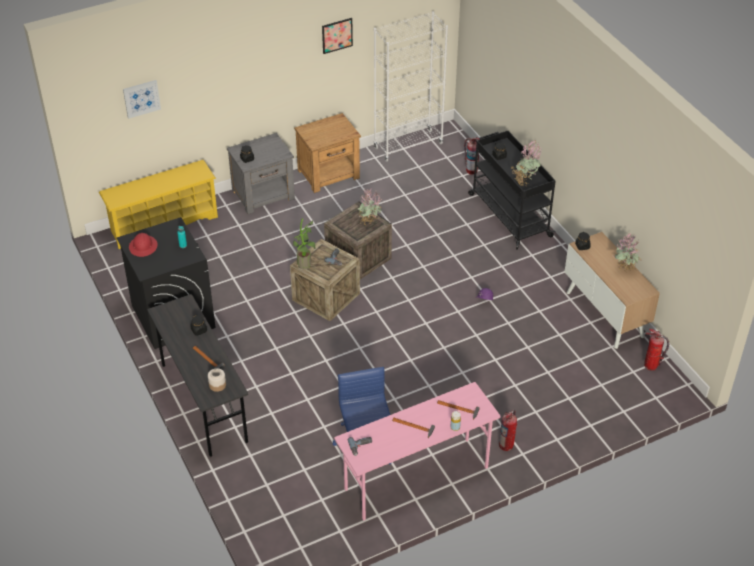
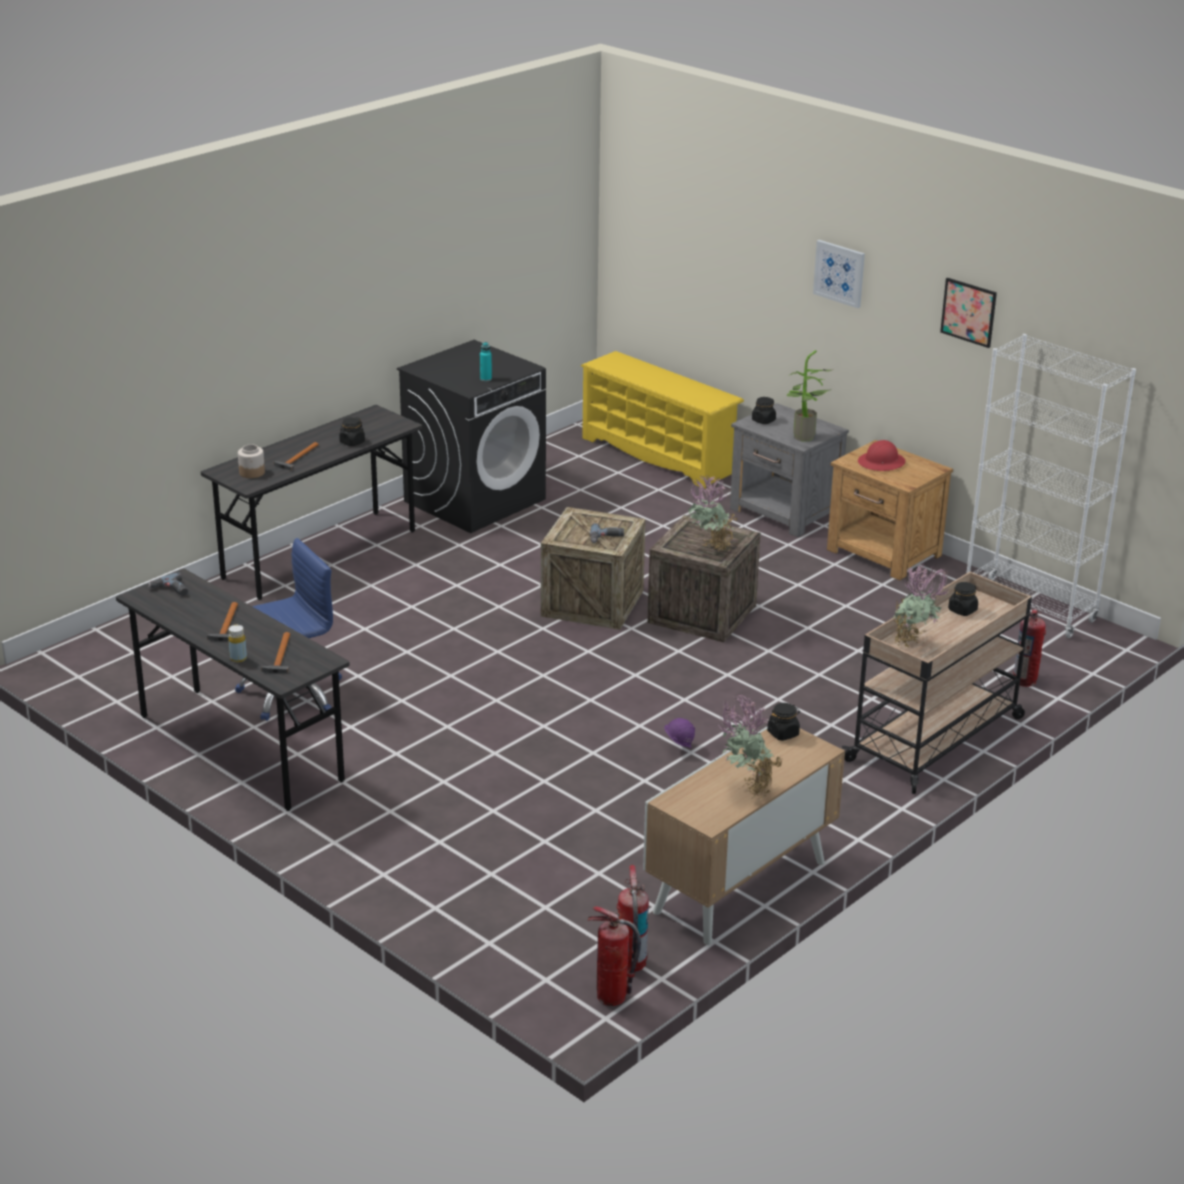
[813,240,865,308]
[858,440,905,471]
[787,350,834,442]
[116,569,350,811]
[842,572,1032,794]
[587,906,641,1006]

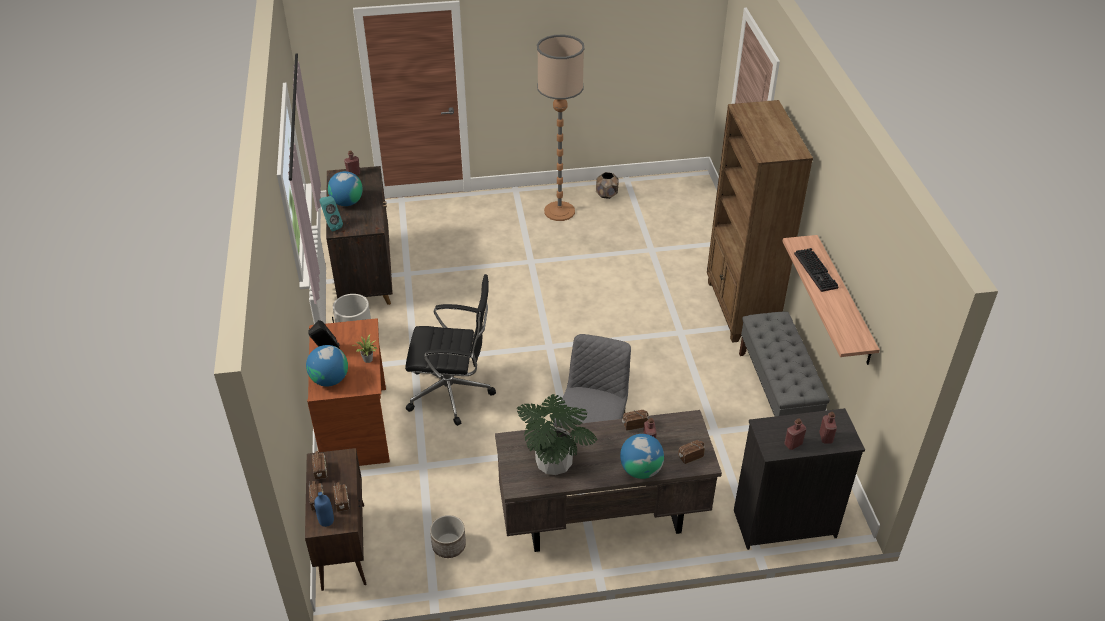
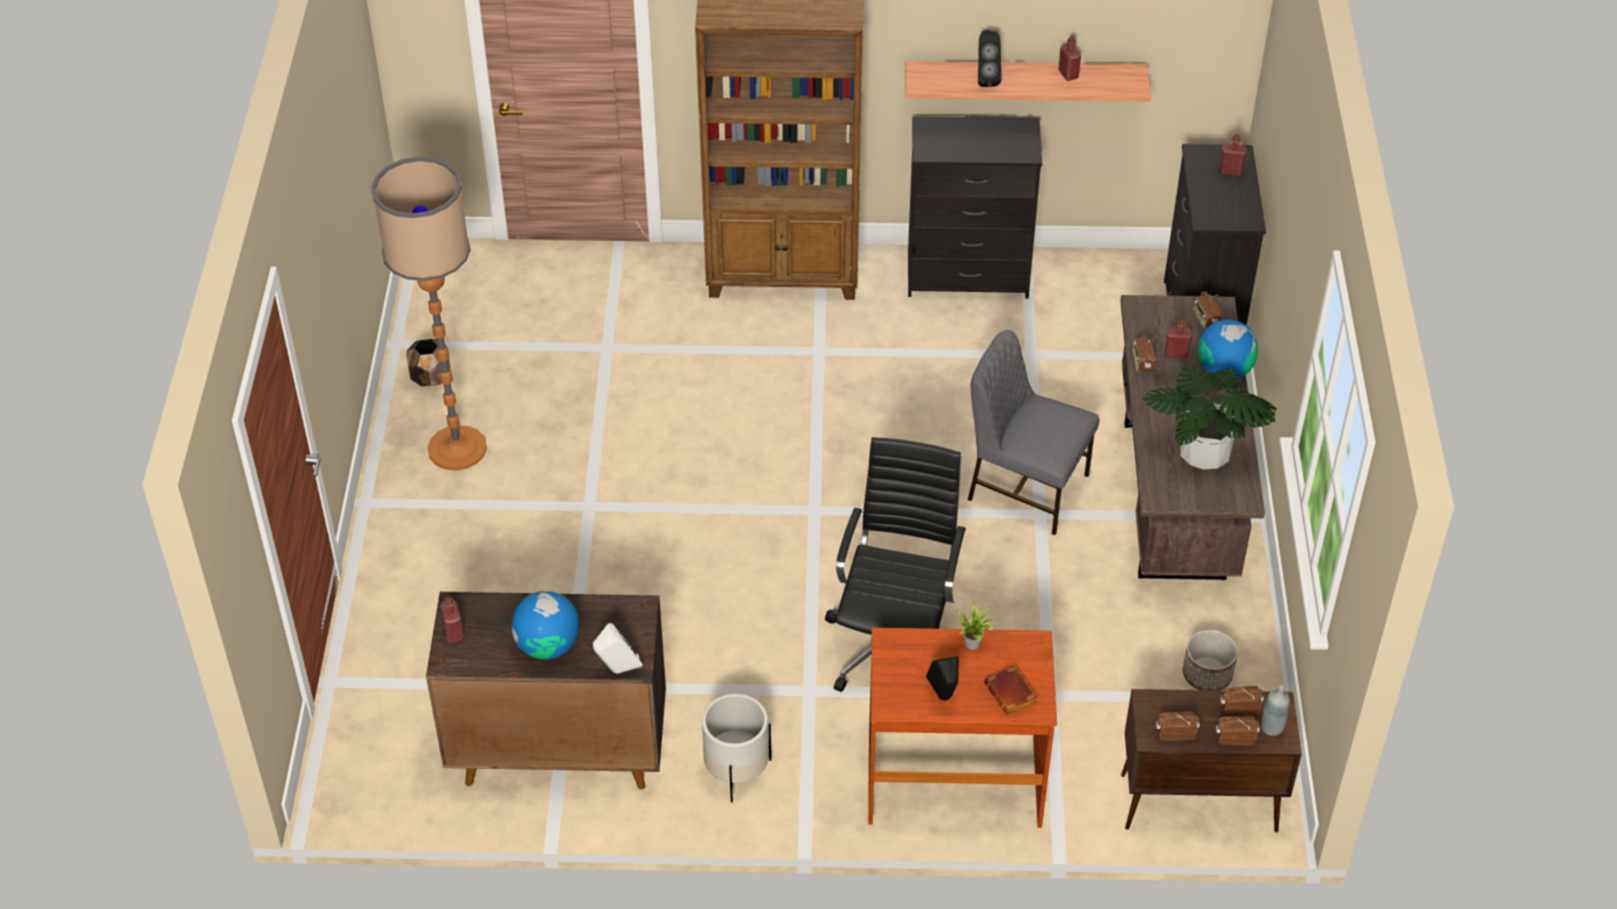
[984,666,1037,715]
[1261,685,1290,736]
[593,623,643,674]
[908,116,1042,299]
[1058,36,1081,81]
[978,30,1001,87]

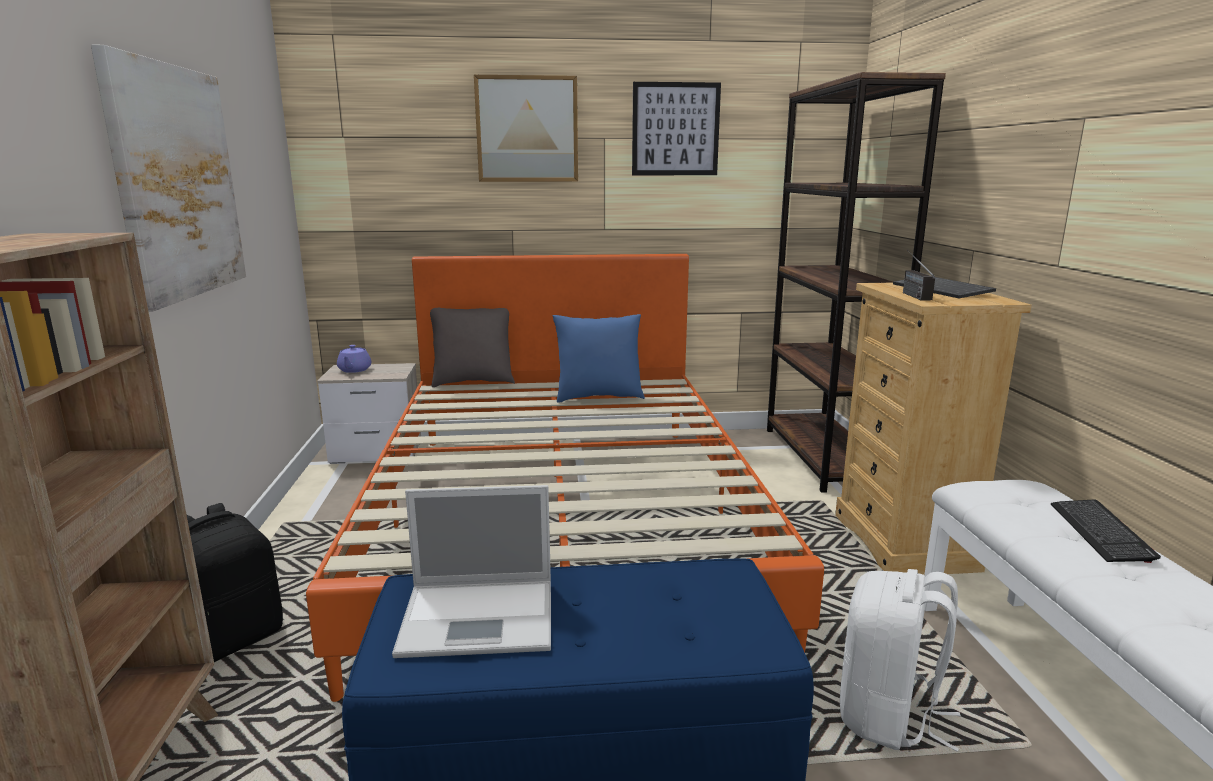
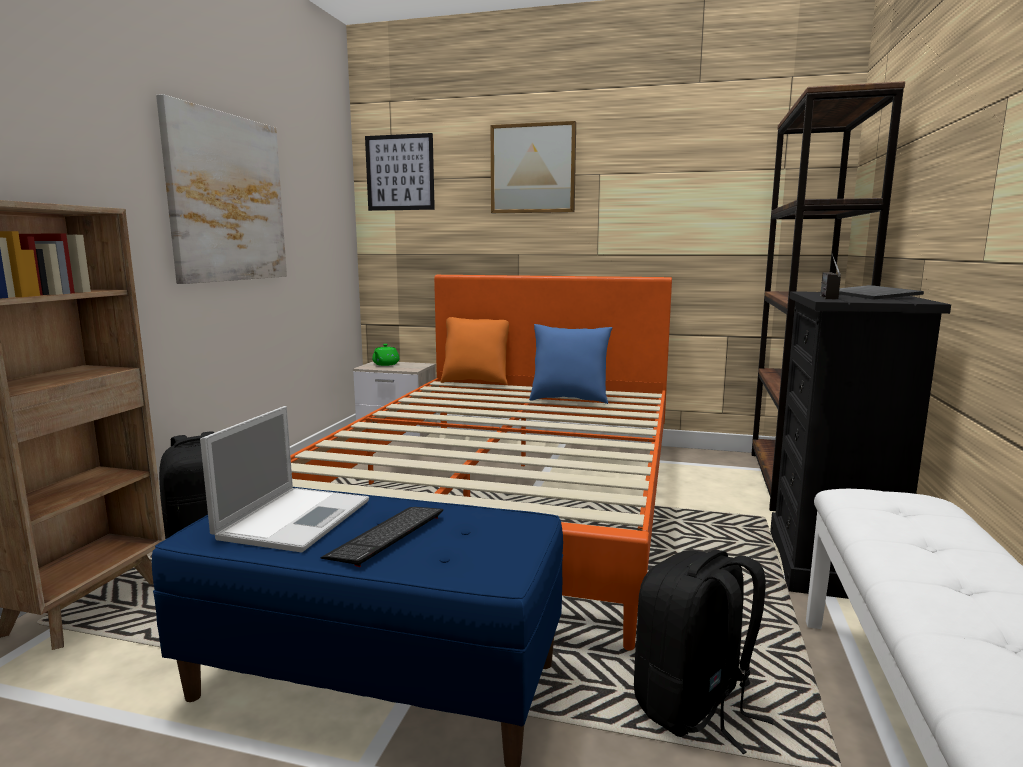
[372,344,399,366]
[200,406,369,553]
[440,317,509,385]
[365,133,435,211]
[770,291,951,599]
[634,550,773,754]
[320,507,443,567]

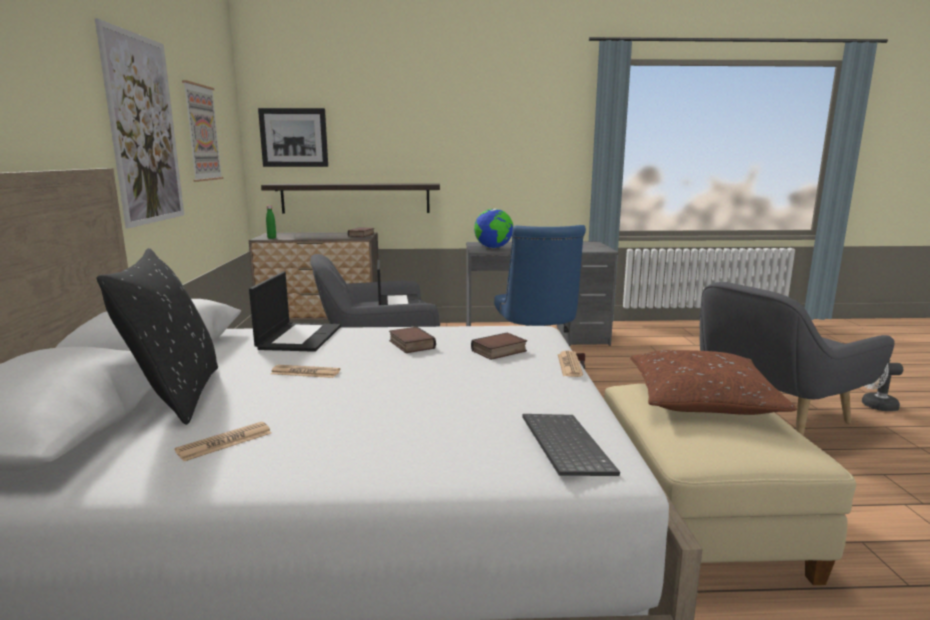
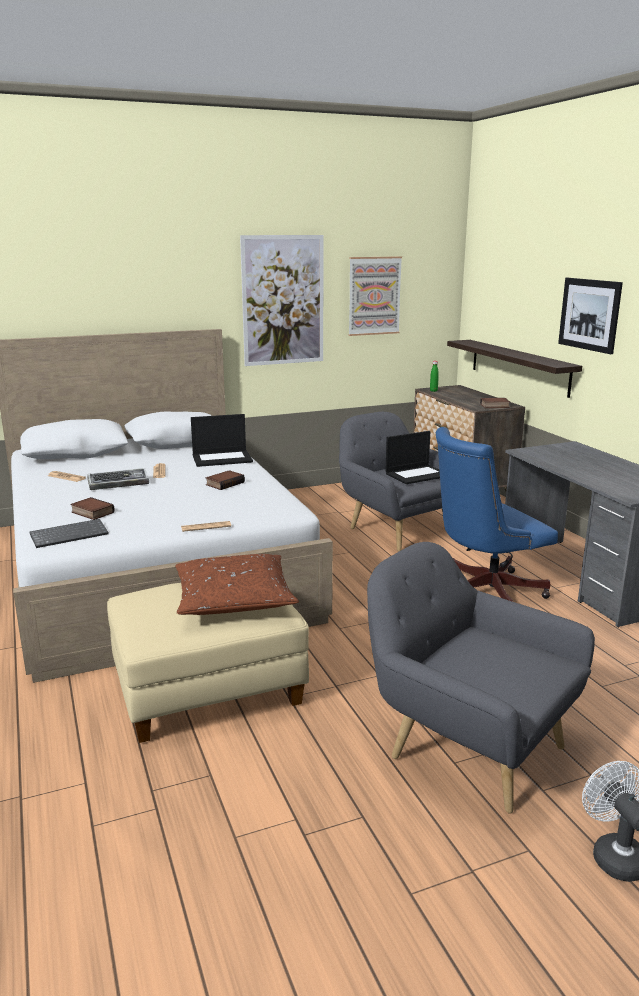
[96,248,218,425] (first image)
[558,278,623,354]
[70,497,115,520]
[474,209,513,248] (first image)
[87,468,149,490]

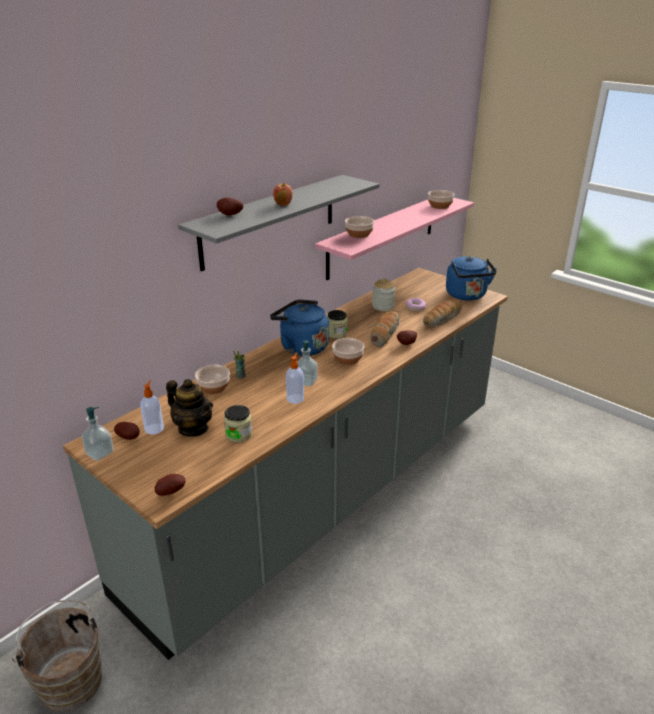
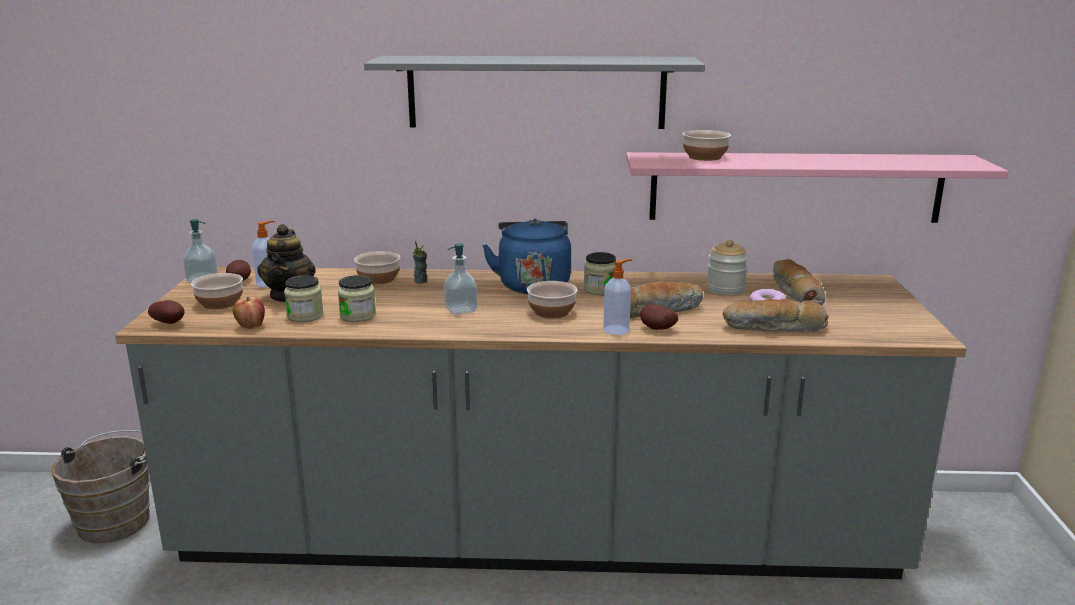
[217,197,243,215] (first image)
[233,297,265,329]
[603,259,632,335]
[191,273,243,310]
[446,256,497,301] (first image)
[338,275,376,322]
[773,259,825,306]

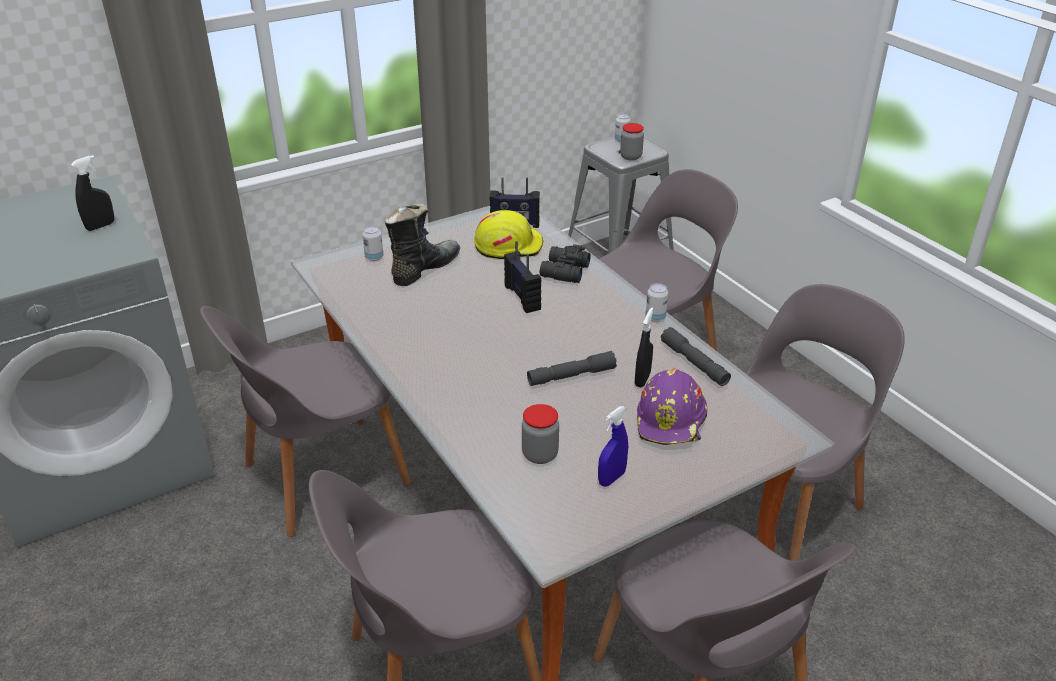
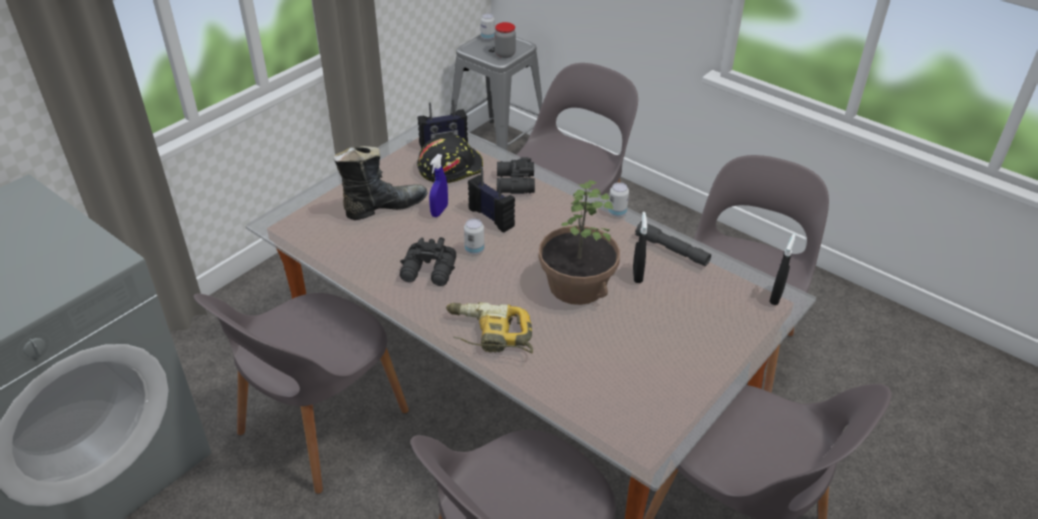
[769,234,796,305]
[464,218,484,254]
[334,146,428,220]
[417,134,483,183]
[522,404,559,464] (first image)
[539,180,620,305]
[429,154,448,217]
[637,368,707,445] (first image)
[400,237,456,286]
[446,302,533,353]

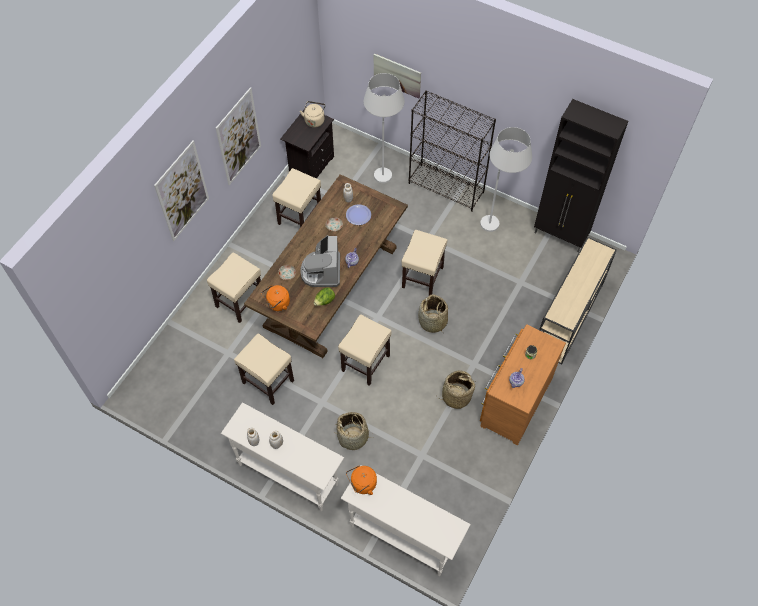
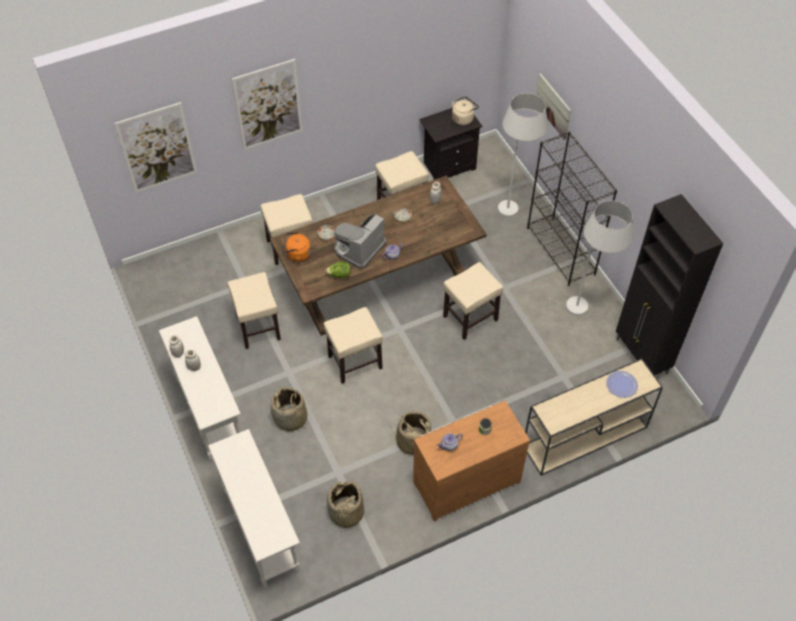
[114,102,197,193]
[606,371,638,398]
[346,466,377,495] (first image)
[327,481,364,530]

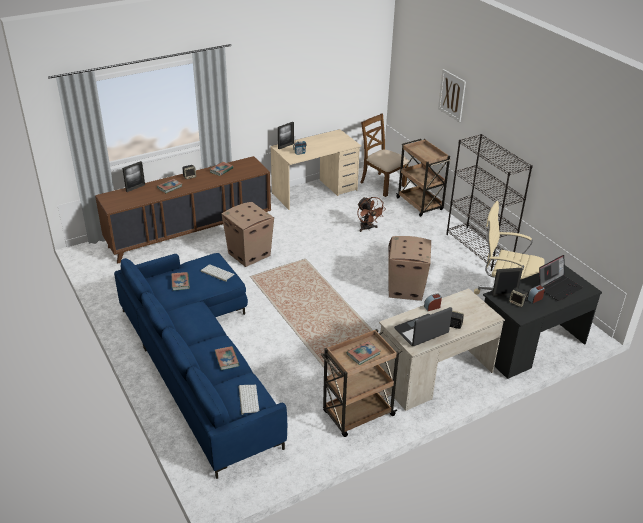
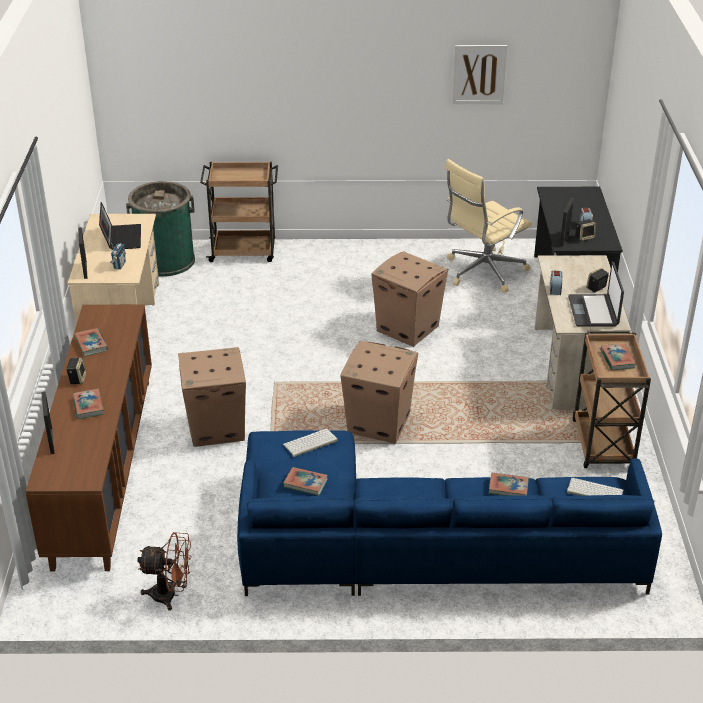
[137,532,192,611]
[126,181,195,277]
[452,45,507,104]
[446,134,533,271] (first image)
[99,202,141,250]
[340,341,418,444]

